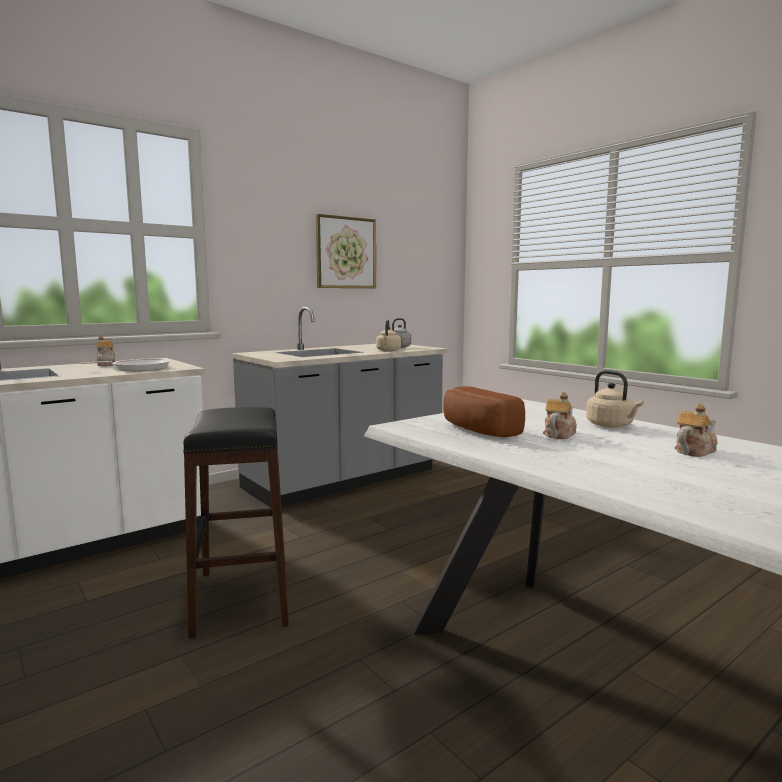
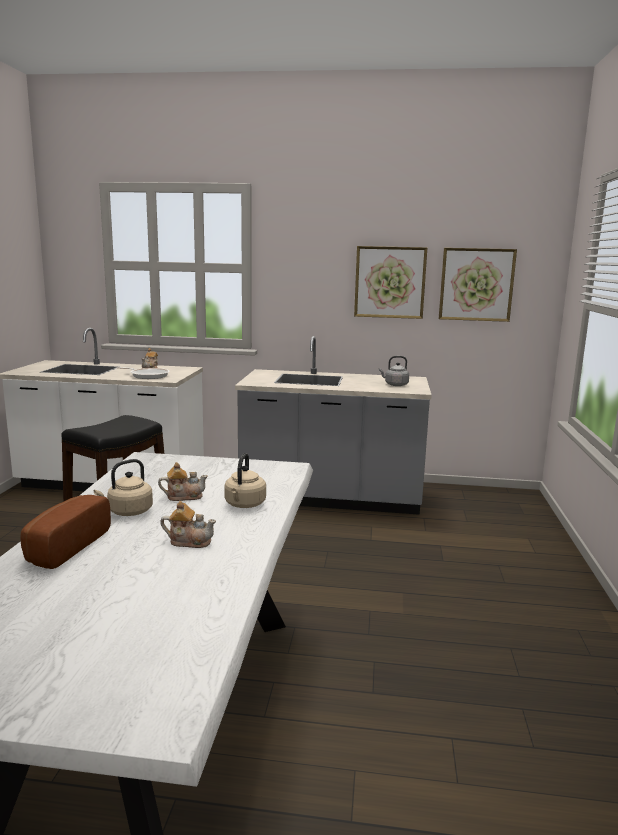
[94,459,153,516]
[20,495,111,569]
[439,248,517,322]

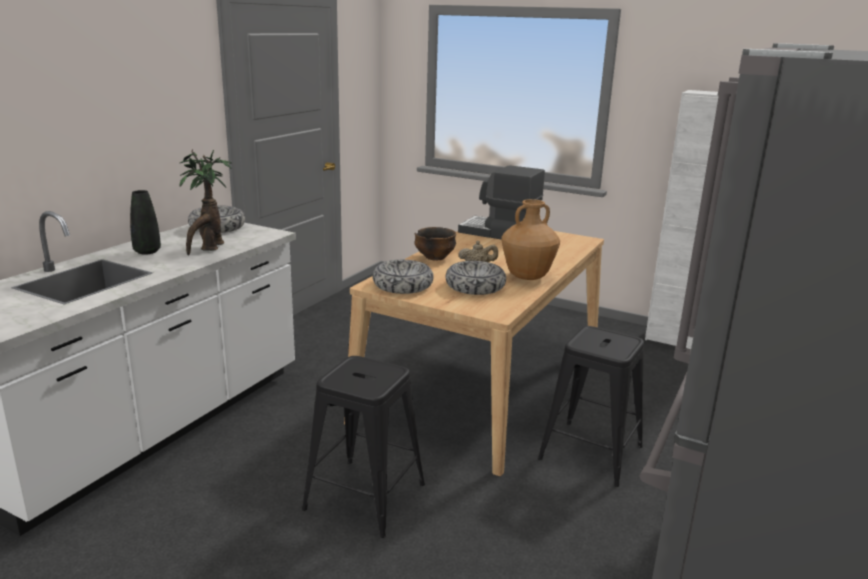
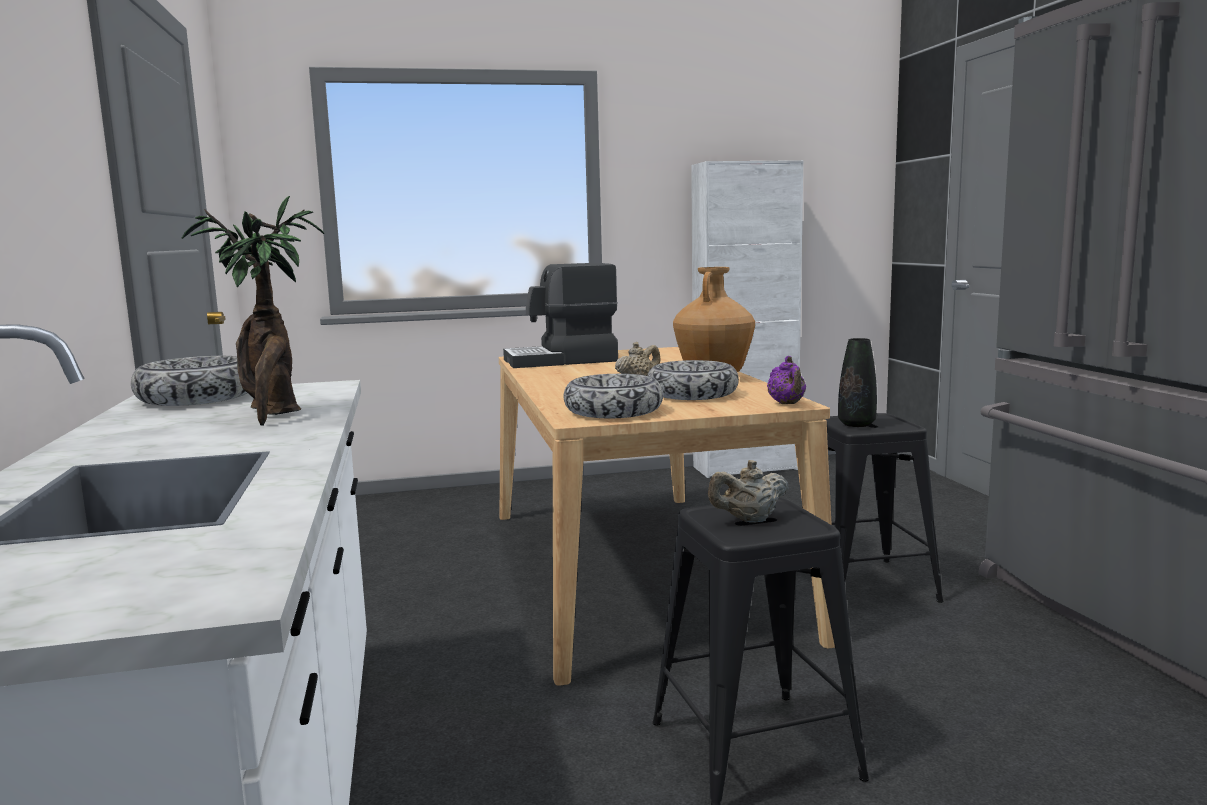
[838,338,877,427]
[414,227,456,261] (first image)
[708,460,789,523]
[767,356,806,404]

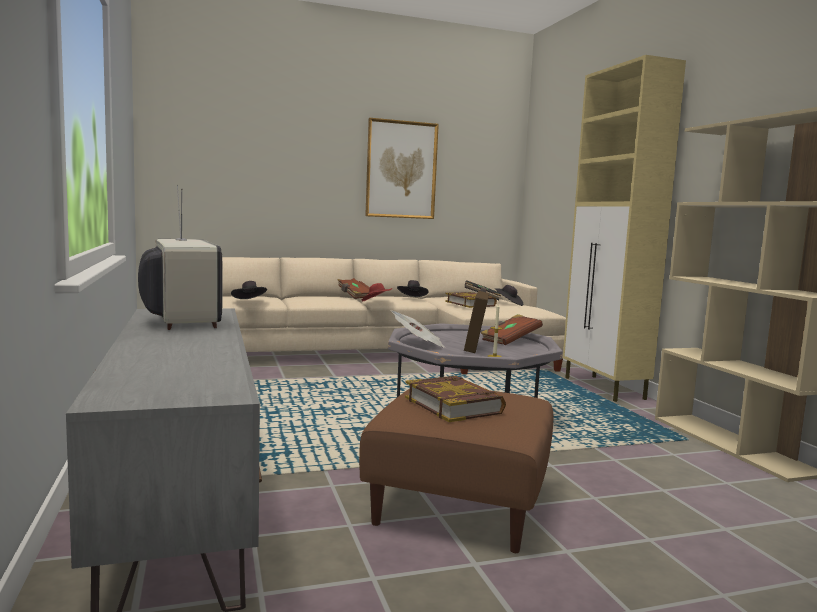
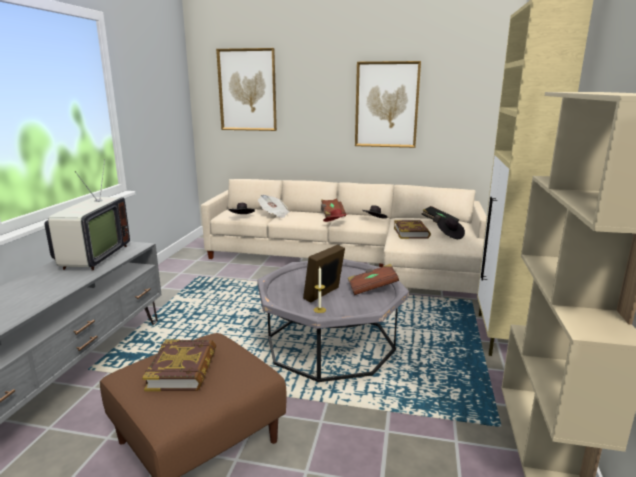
[258,195,290,218]
[216,48,277,131]

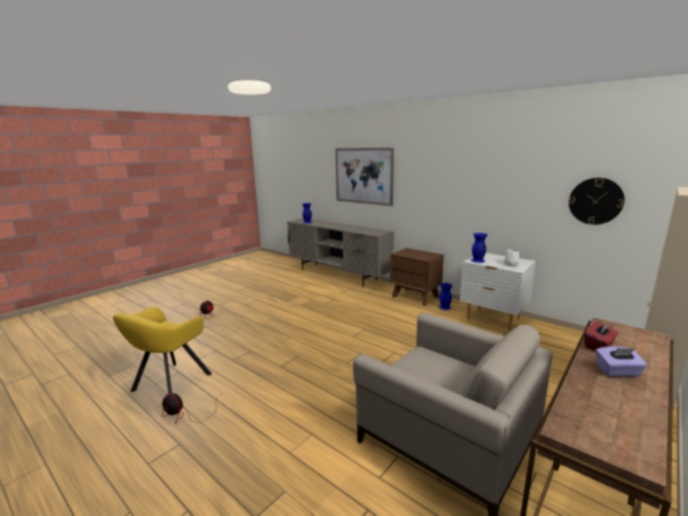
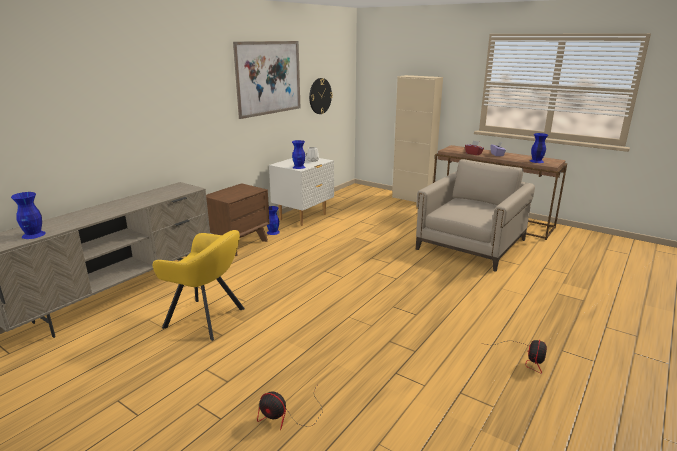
[153,230,245,341]
[233,41,300,119]
[530,133,548,163]

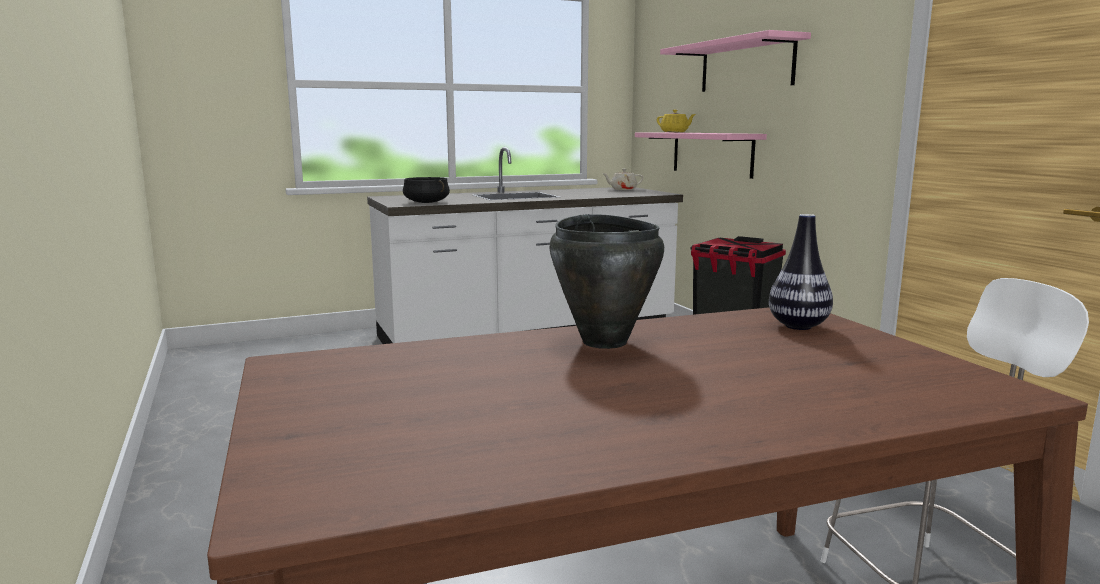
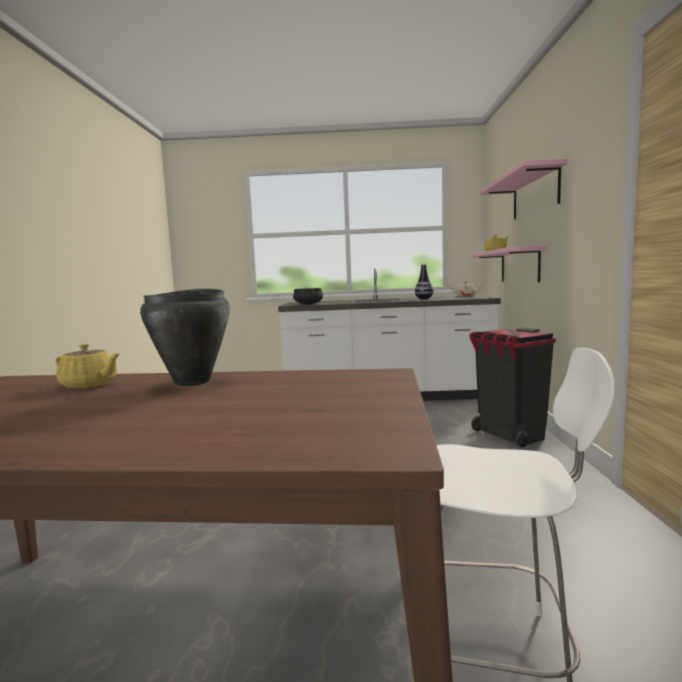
[415,264,434,299]
[56,344,119,389]

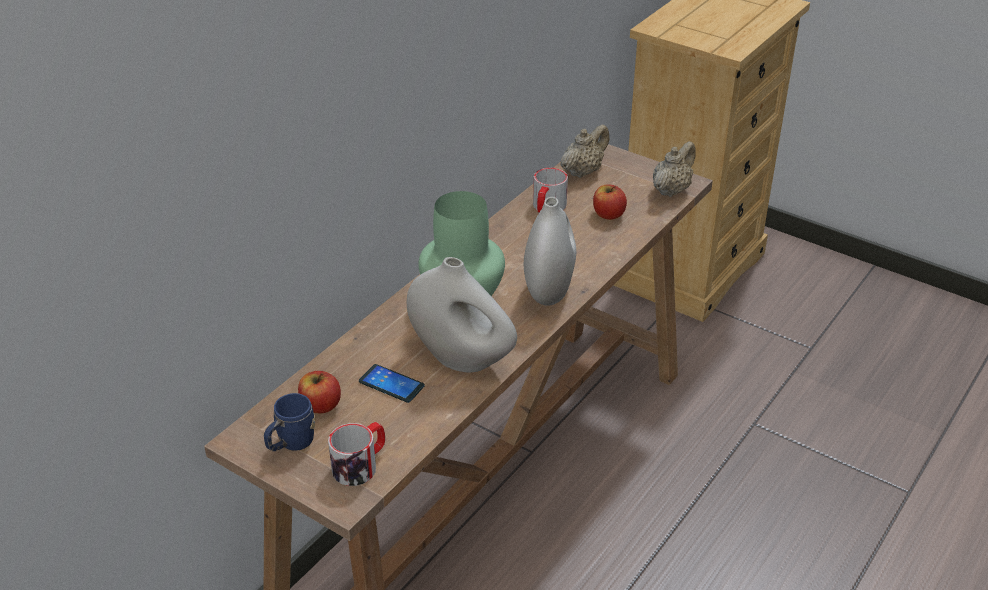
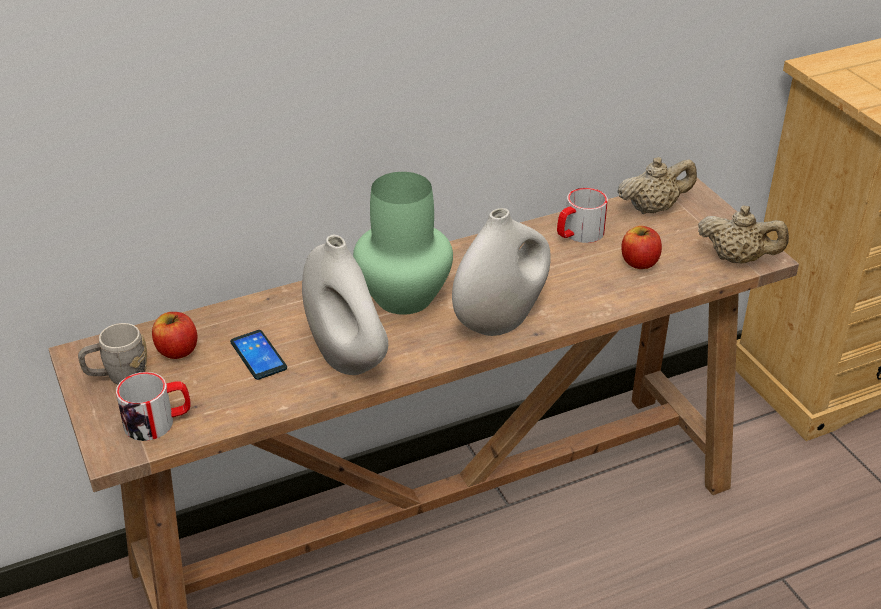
[78,323,147,384]
[698,206,789,264]

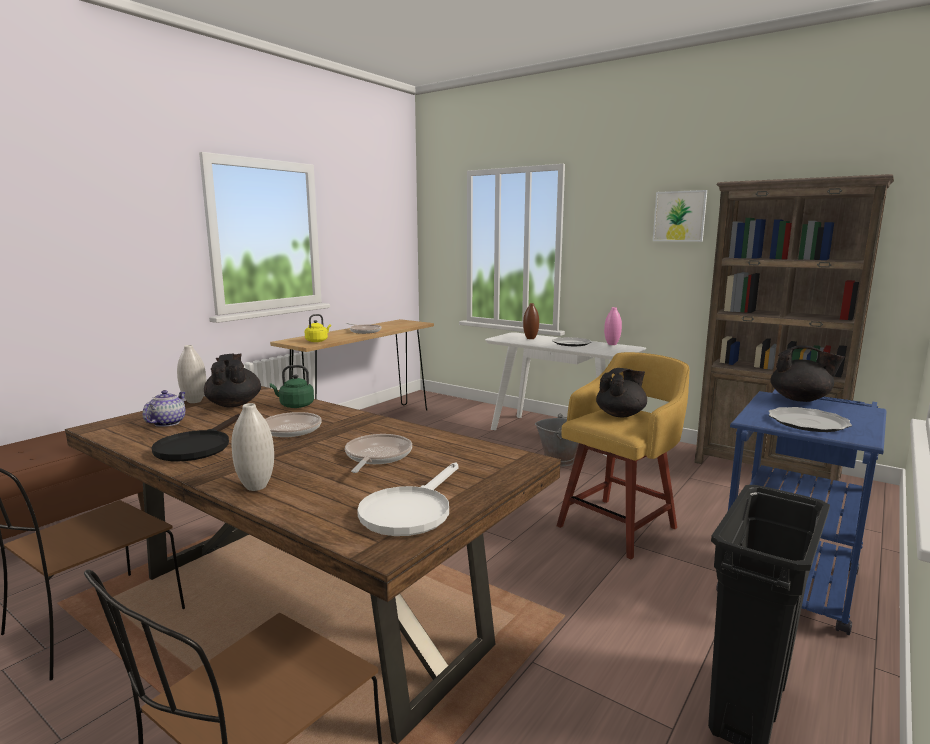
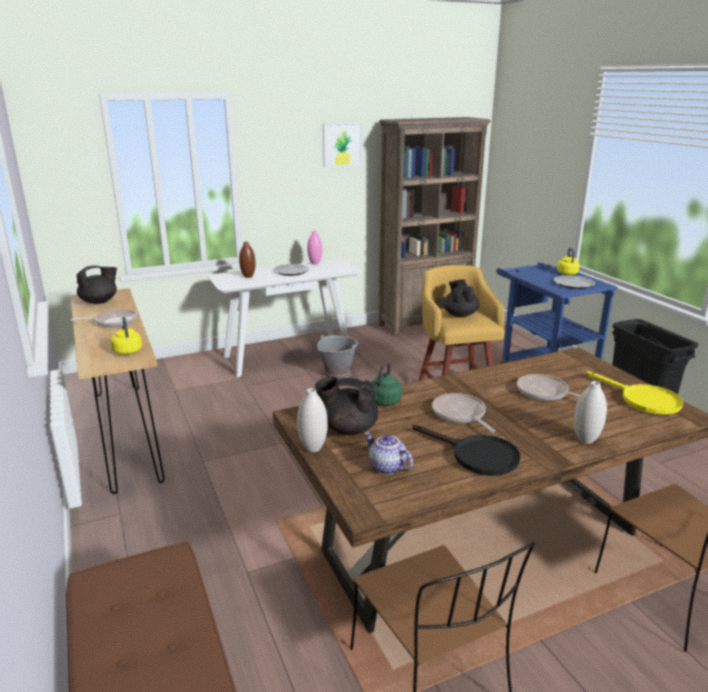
[587,371,683,415]
[76,266,117,304]
[557,248,580,275]

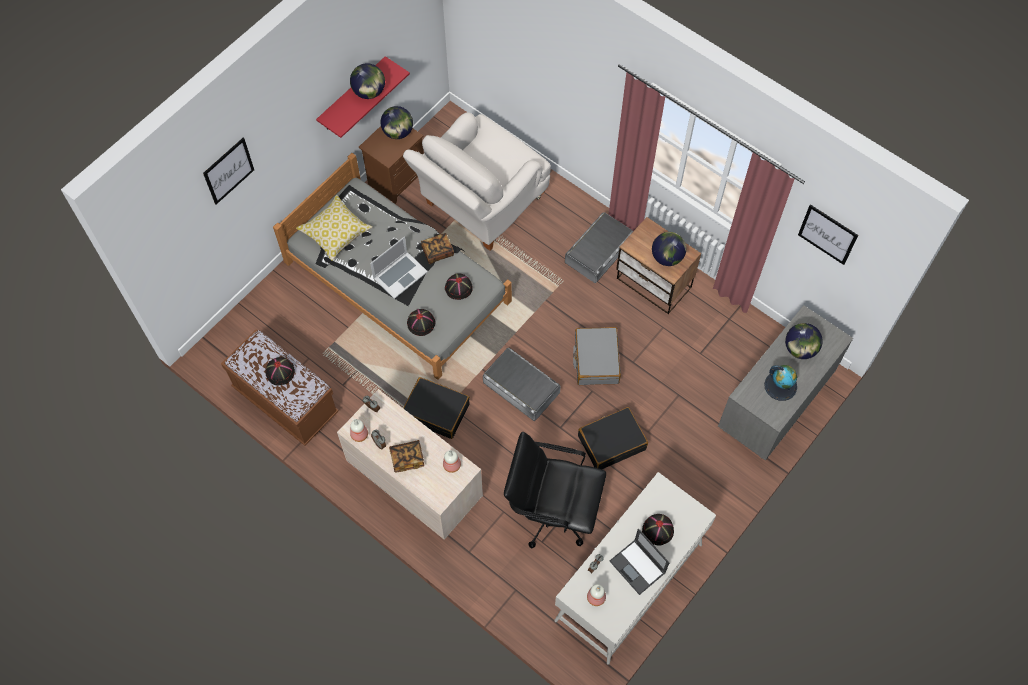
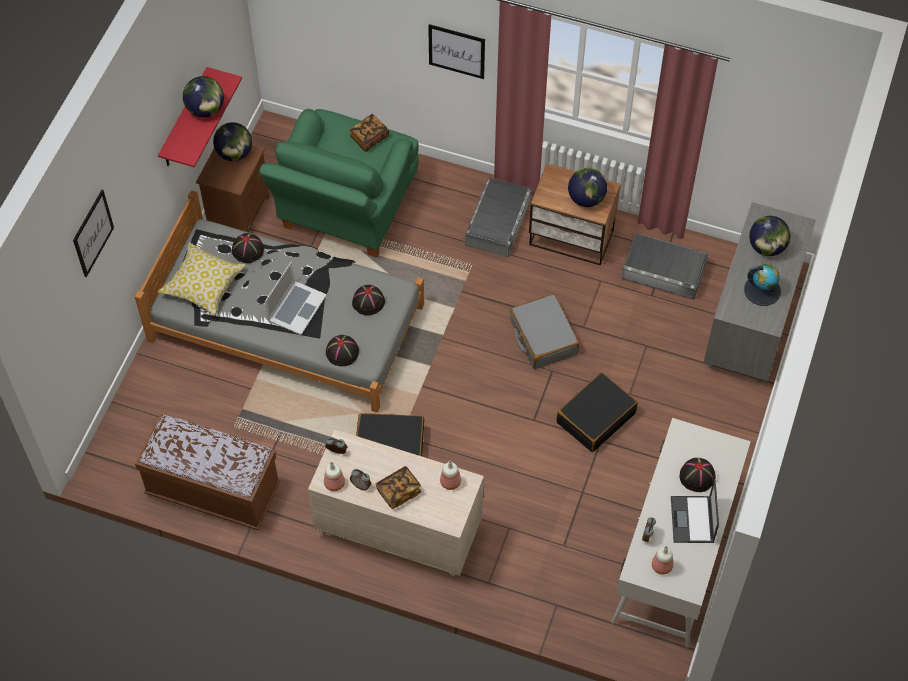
[232,233,264,263]
[259,109,419,258]
[349,114,389,152]
[622,233,708,299]
[504,432,606,548] (first image)
[671,478,719,543]
[428,24,485,79]

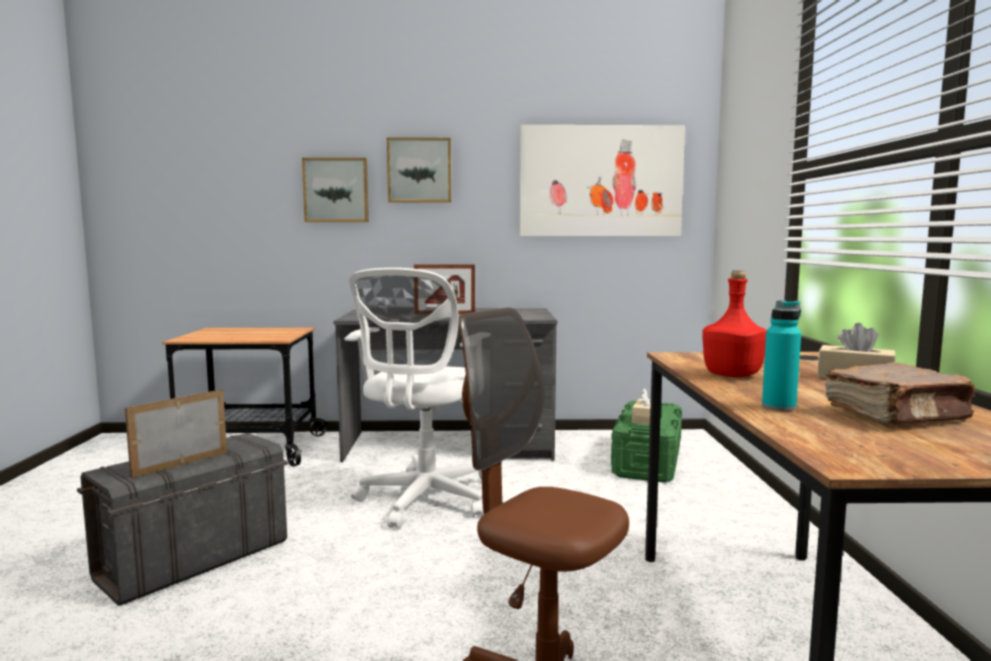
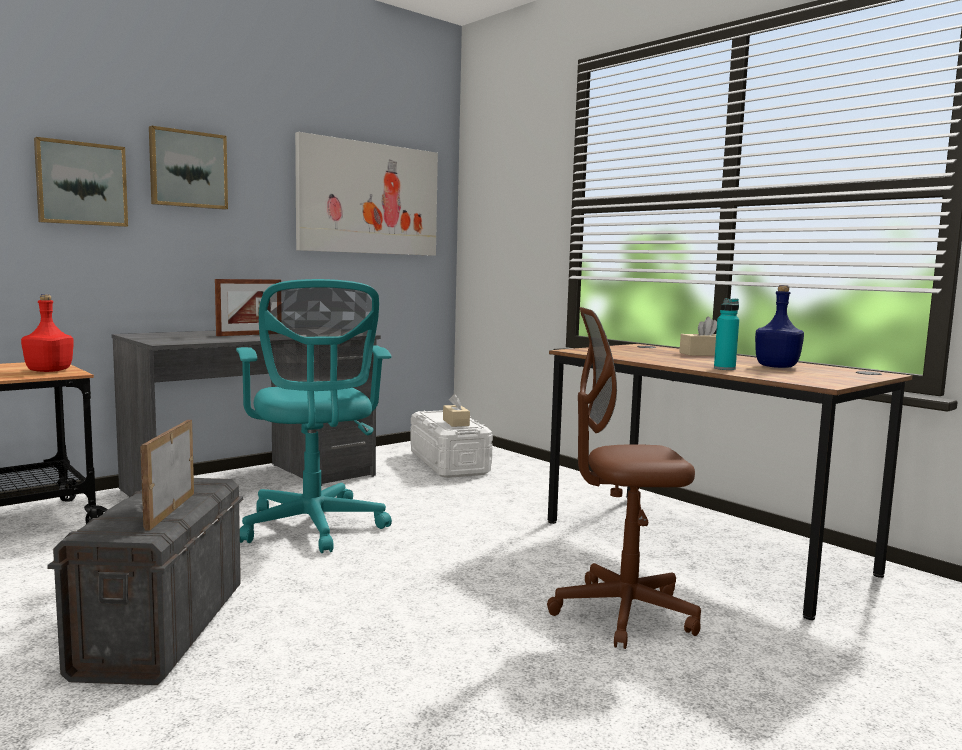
[236,279,392,553]
[410,410,493,478]
[21,294,74,372]
[755,285,804,368]

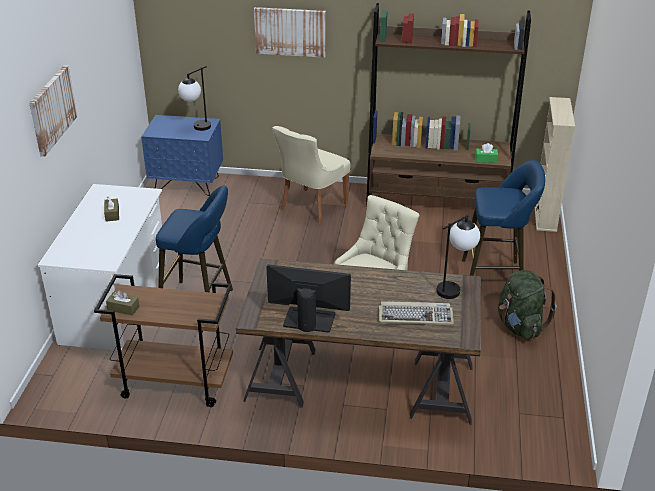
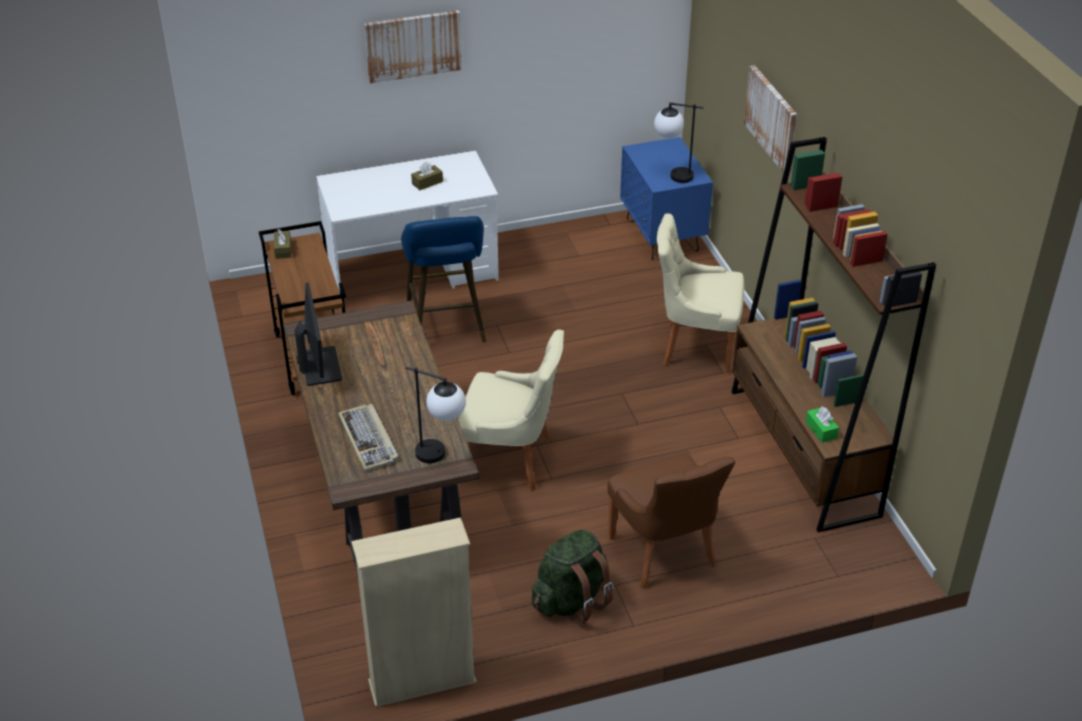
[608,455,735,589]
[351,517,476,708]

